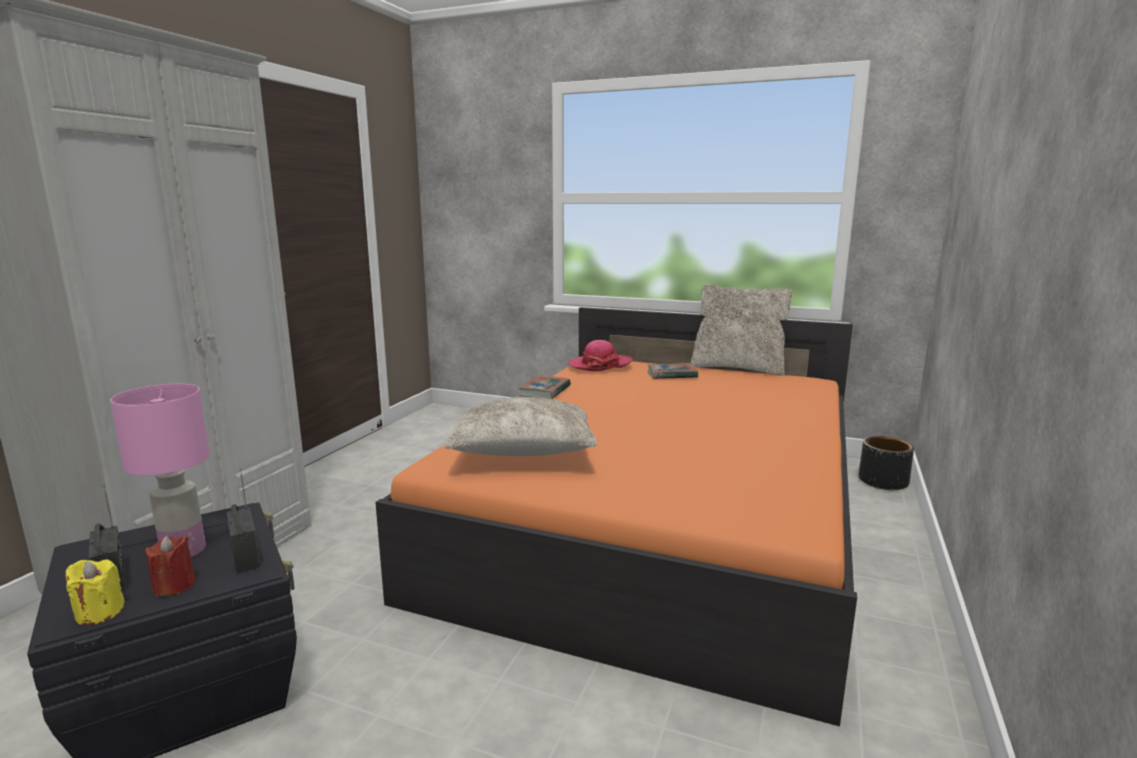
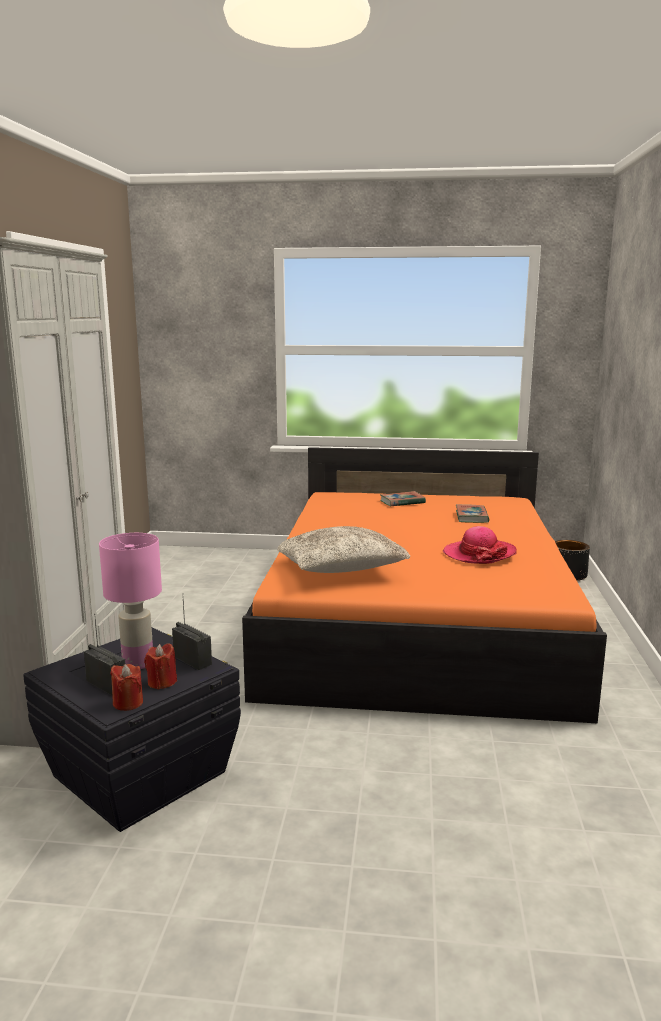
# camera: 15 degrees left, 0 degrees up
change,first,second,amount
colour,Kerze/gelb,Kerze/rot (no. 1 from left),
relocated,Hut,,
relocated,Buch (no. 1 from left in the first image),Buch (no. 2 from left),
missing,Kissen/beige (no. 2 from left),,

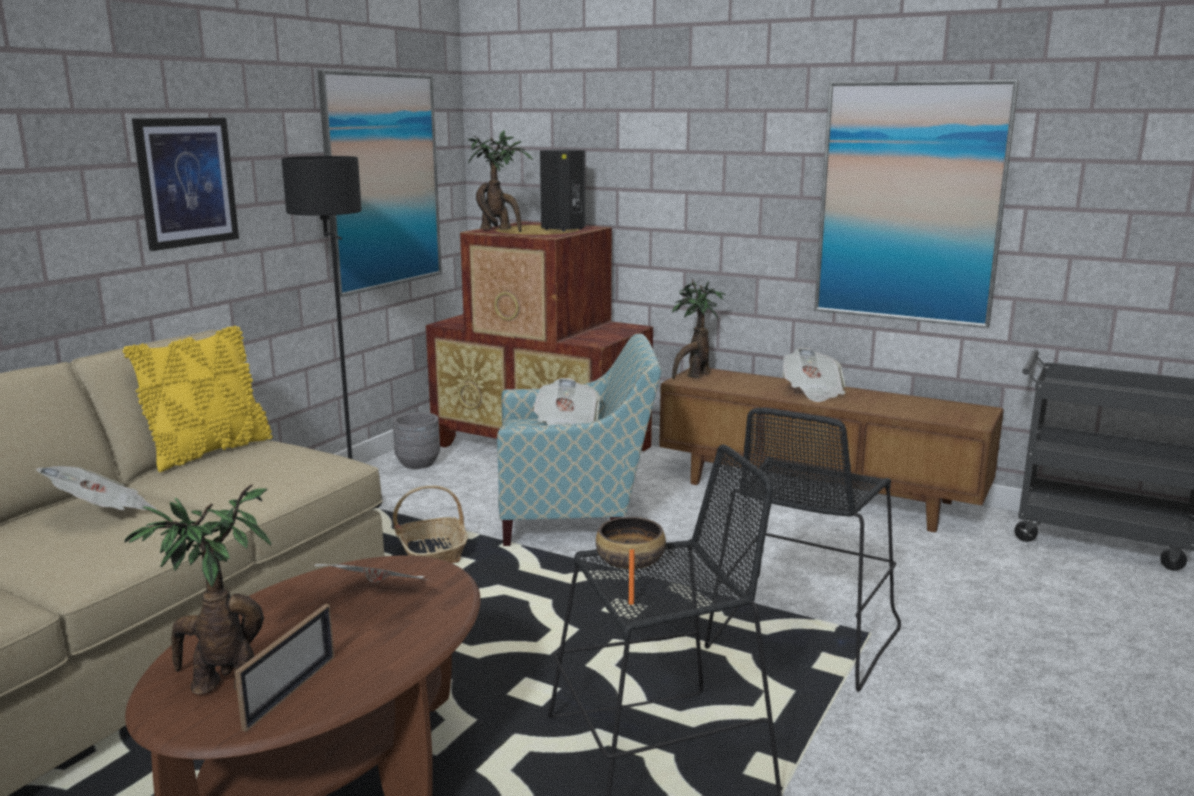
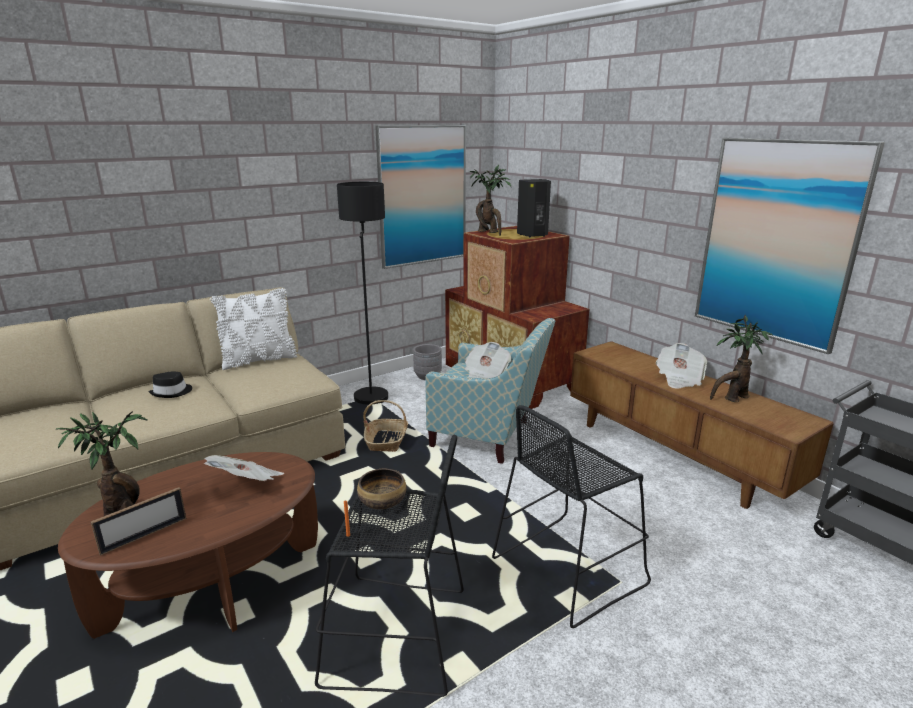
# camera: 25 degrees right, 5 degrees up
change,first,second,amount
exchanged,Zeitung (no. 1 from left),Hut/schwarz,
colour,Kissen/gelb,Kissen/weiß,
relocated,Topfpflanze (no. 3 from left),,
missing,Bild (no. 1 from left),,

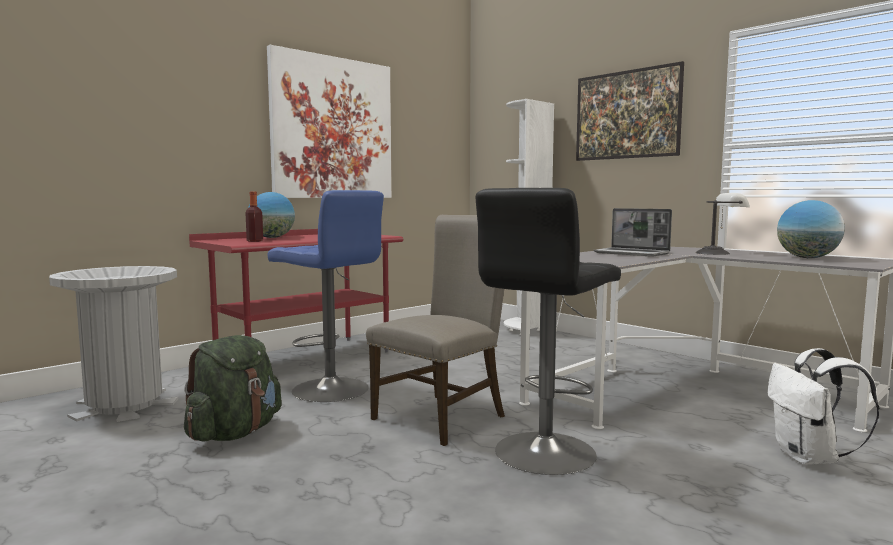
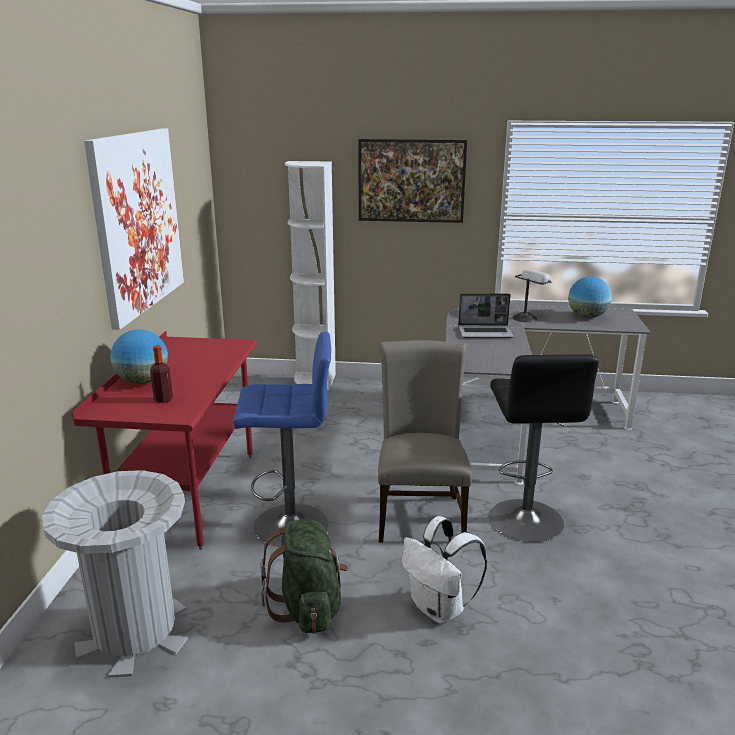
# camera: 40 degrees left, 15 degrees up
change,first,second,amount
relocated,Rucksack/weiß,,

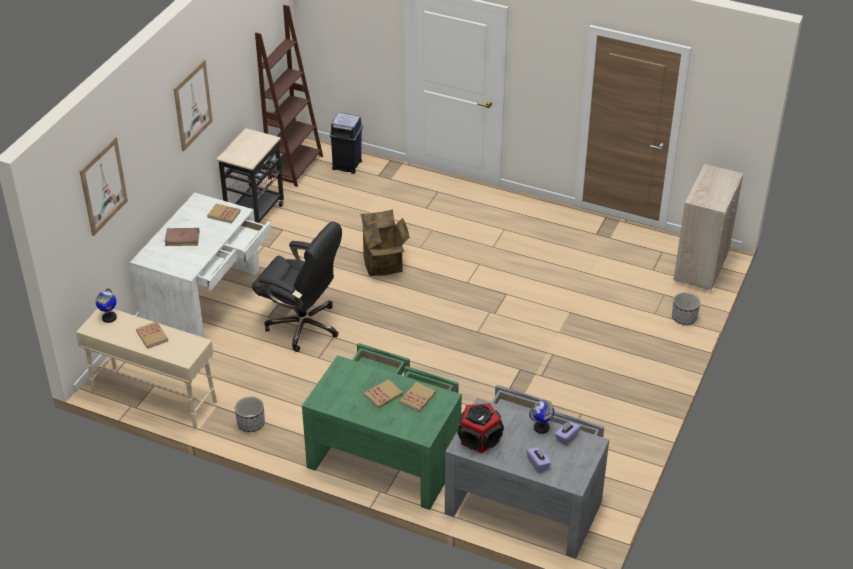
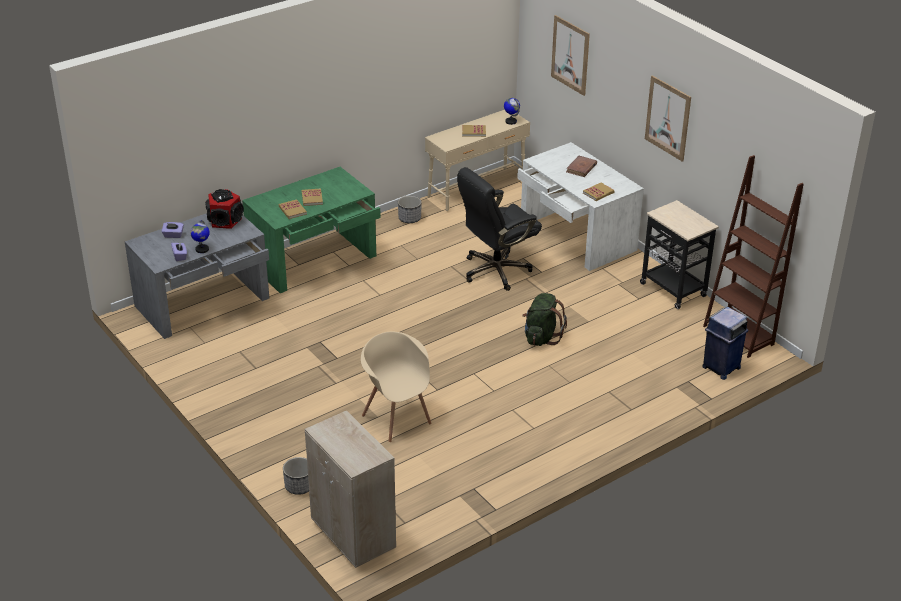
# camera: 120 degrees right, 5 degrees down
change,first,second,amount
appeared,,Stuhl/beige,
exchanged,Karton,Rucksack/grün,

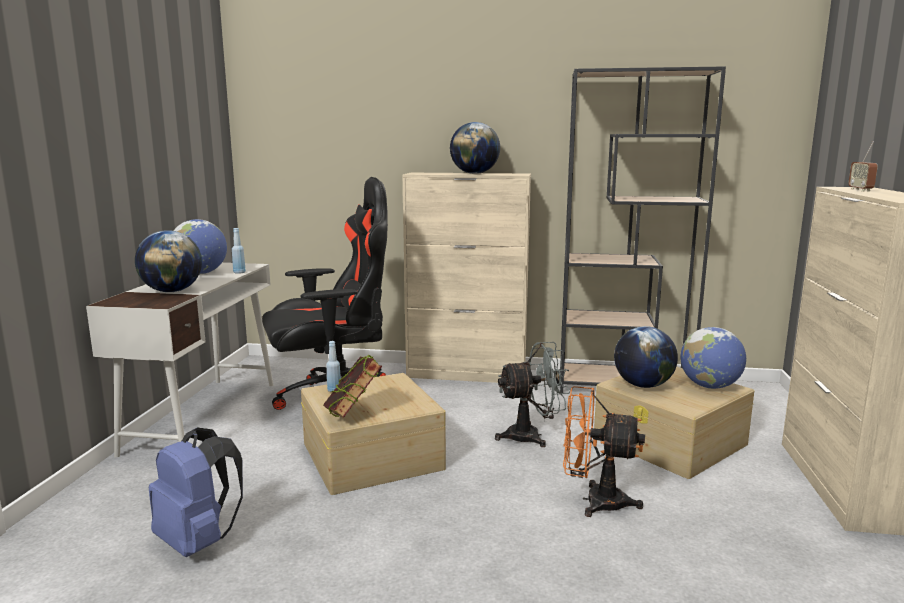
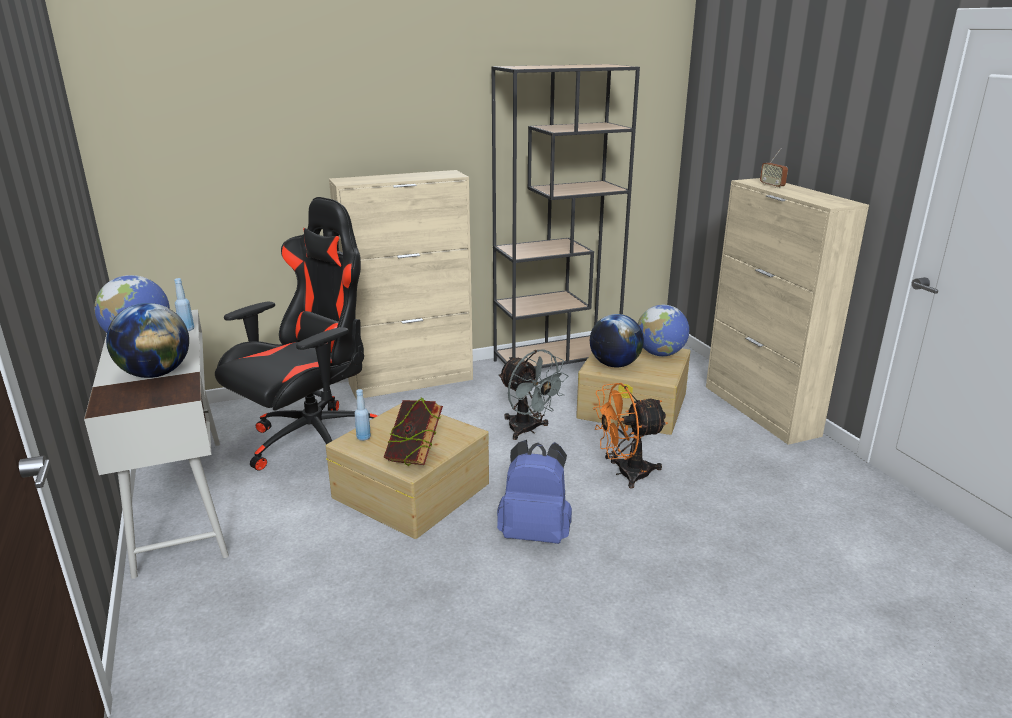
# camera: 30 degrees left, 10 degrees up
change,first,second,amount
relocated,Rucksack/blau,,
spun,Ventilator/grau,,90 degrees clockwise
missing,Globus (no. 3 from left),,

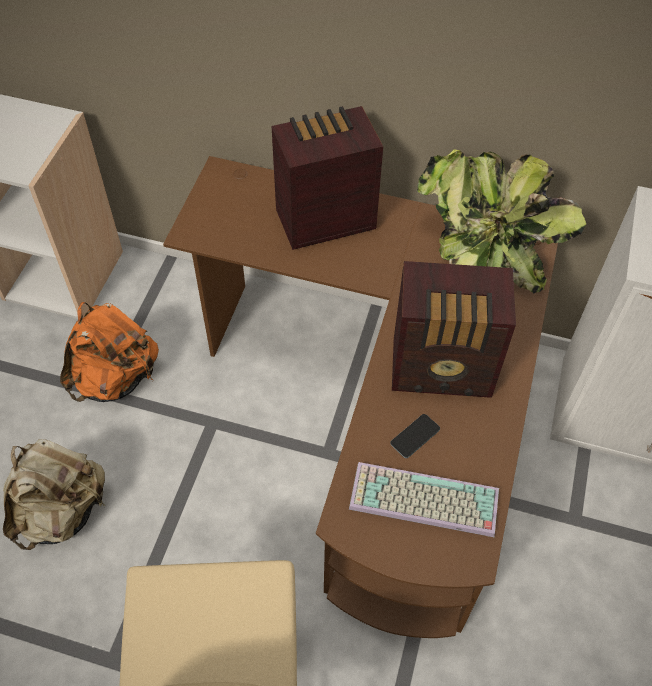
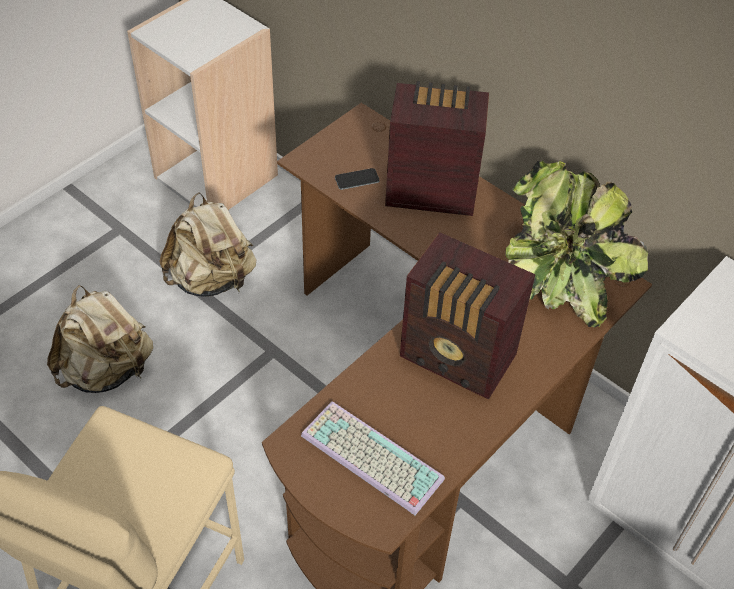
# camera: 25 degrees right, 5 degrees down
change,first,second,amount
colour,Rucksack/orange,Rucksack/beige (no. 2 from left),
relocated,Handy,,

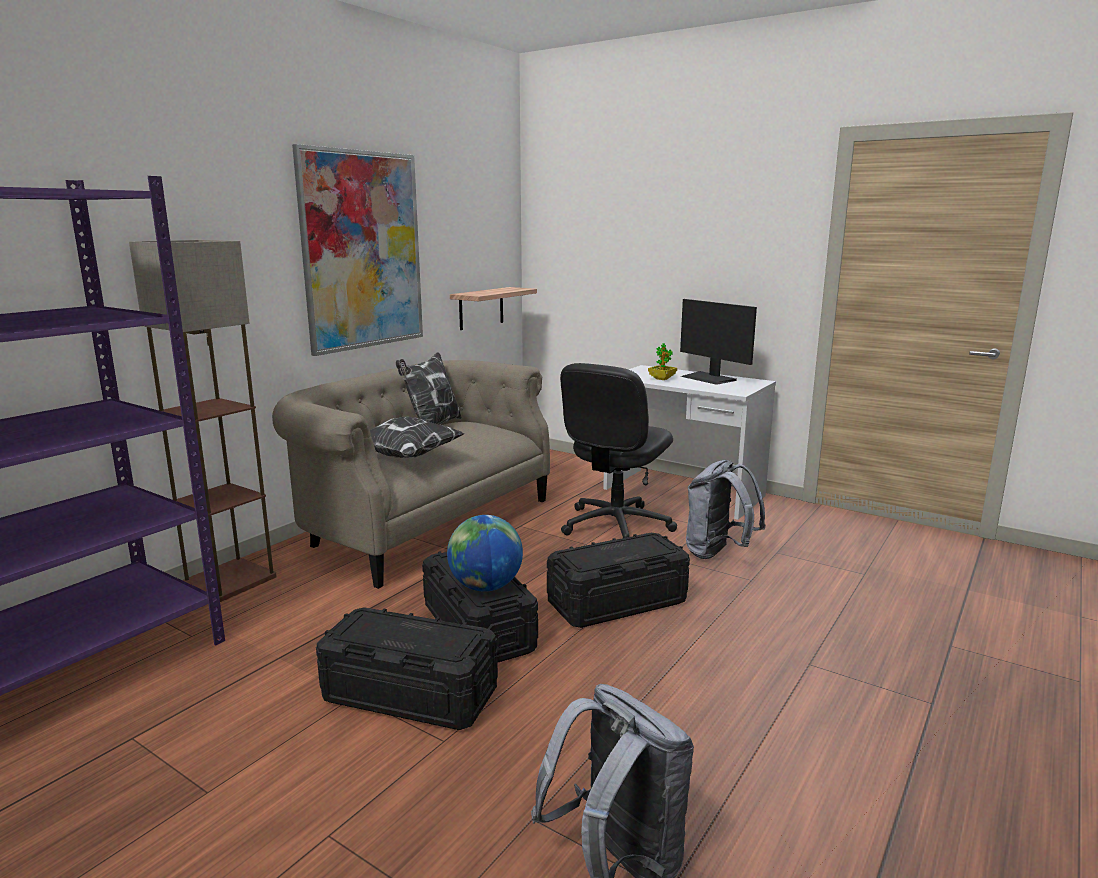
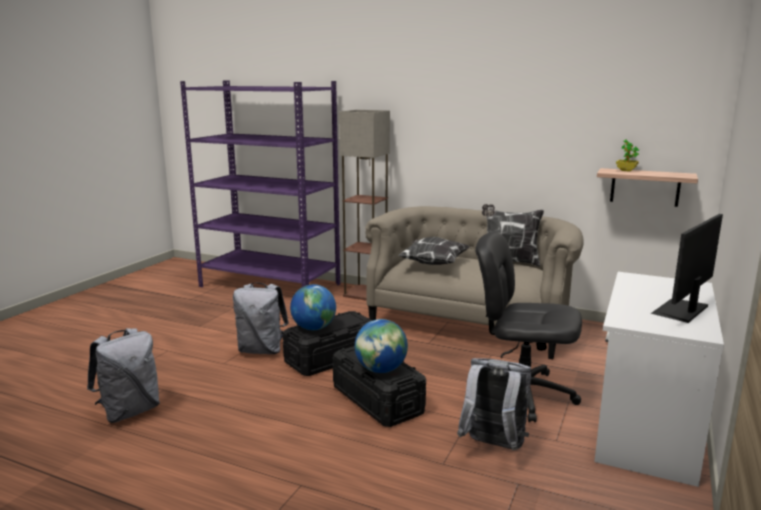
# camera: 80 degrees right, 0 degrees up
change,first,second,amount
exchanged,Aufbewahrungsbox/schwarz (no. 1 from left),Rucksack/grau (no. 2 from left),
appeared,,Globus (no. 2 from left),
relocated,Topfpflanze,,
missing,Bild,,

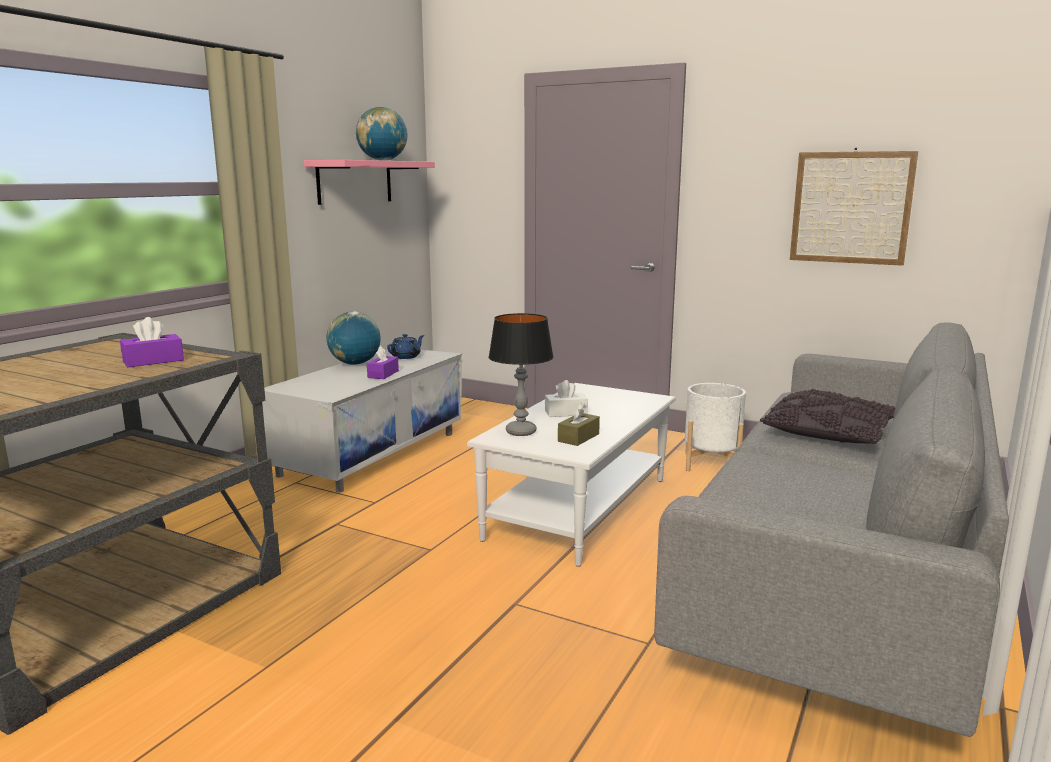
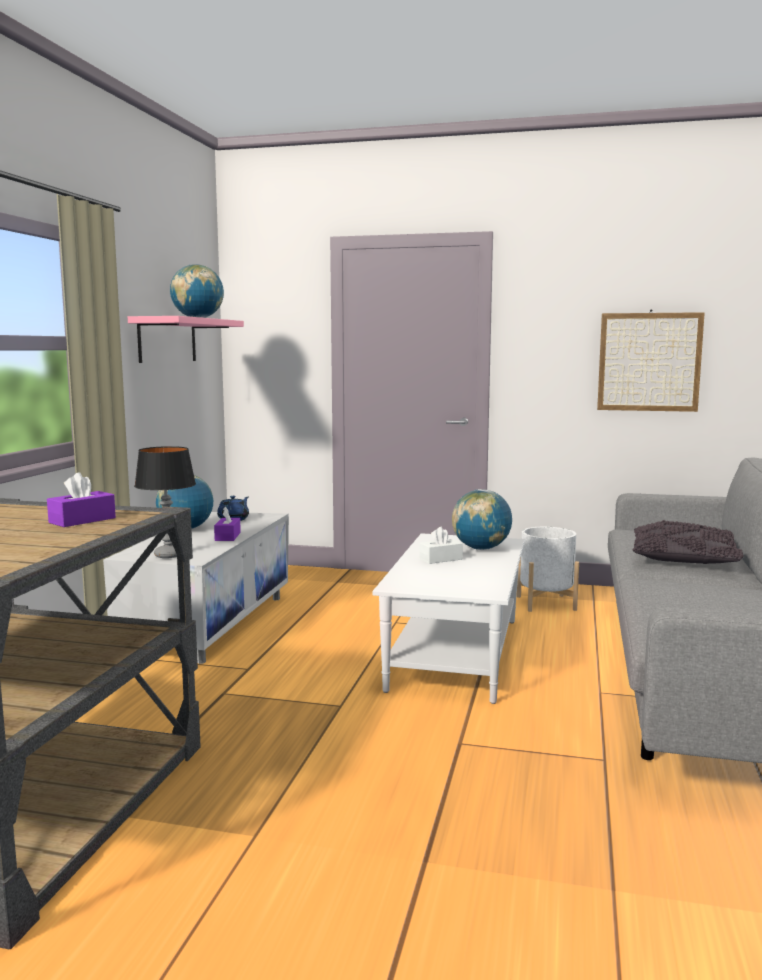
# camera: 15 degrees left, 5 degrees down
change,first,second,amount
relocated,Tischlampe,,
appeared,,Globus (no. 3 from left),
missing,Taschentuchbox/braun,,

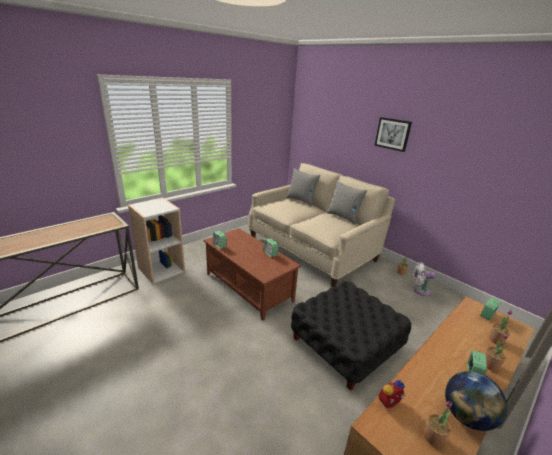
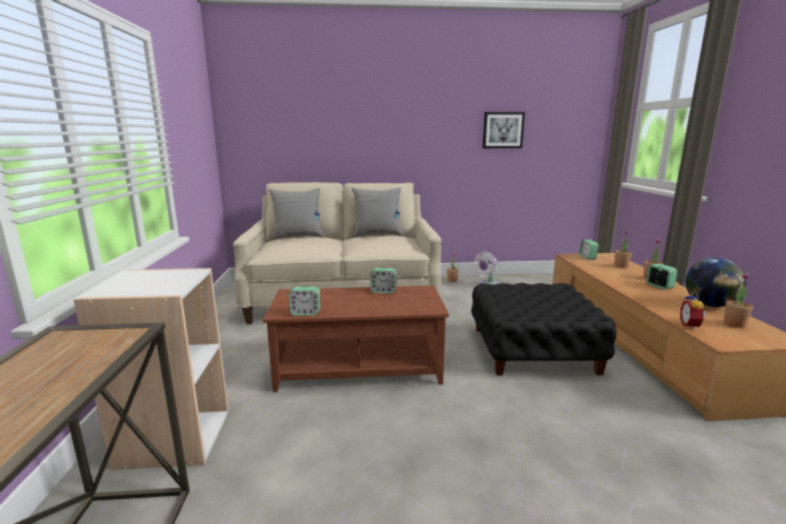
# camera: 50 degrees left, 10 degrees down
change,first,second,amount
relocated,Bild,,

